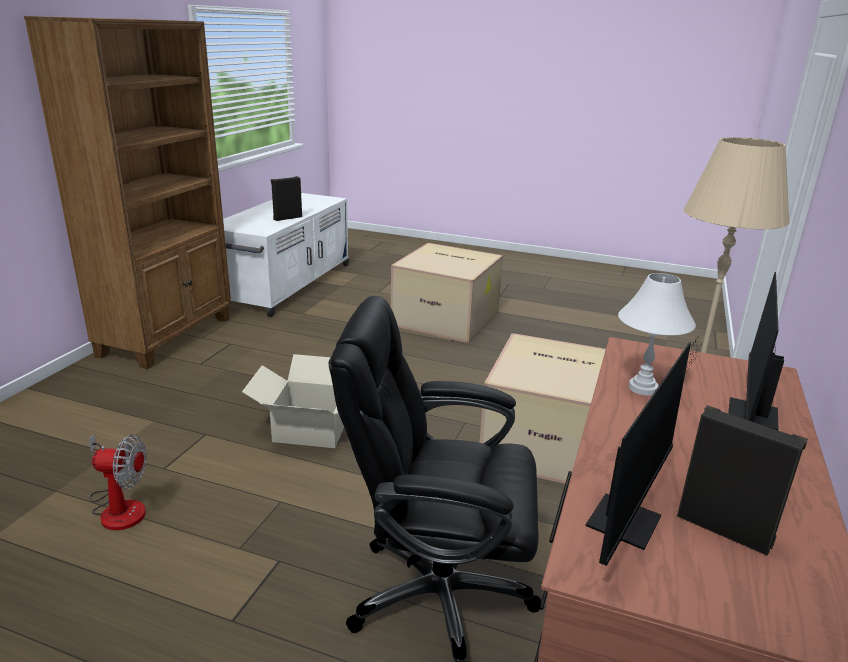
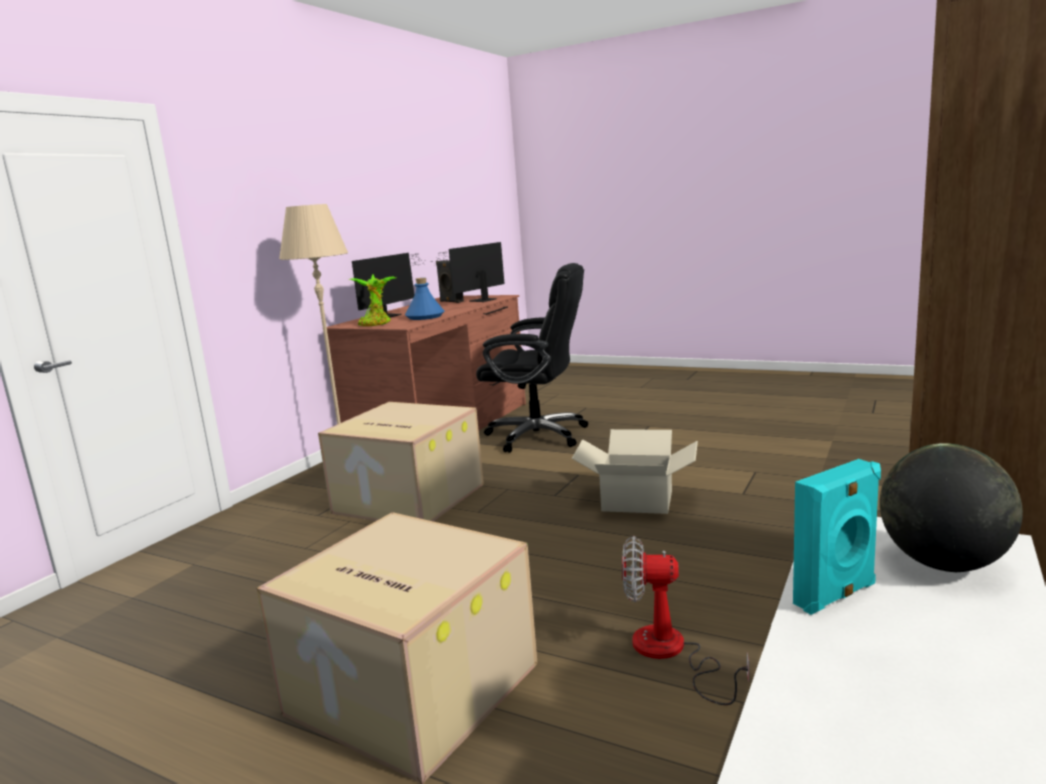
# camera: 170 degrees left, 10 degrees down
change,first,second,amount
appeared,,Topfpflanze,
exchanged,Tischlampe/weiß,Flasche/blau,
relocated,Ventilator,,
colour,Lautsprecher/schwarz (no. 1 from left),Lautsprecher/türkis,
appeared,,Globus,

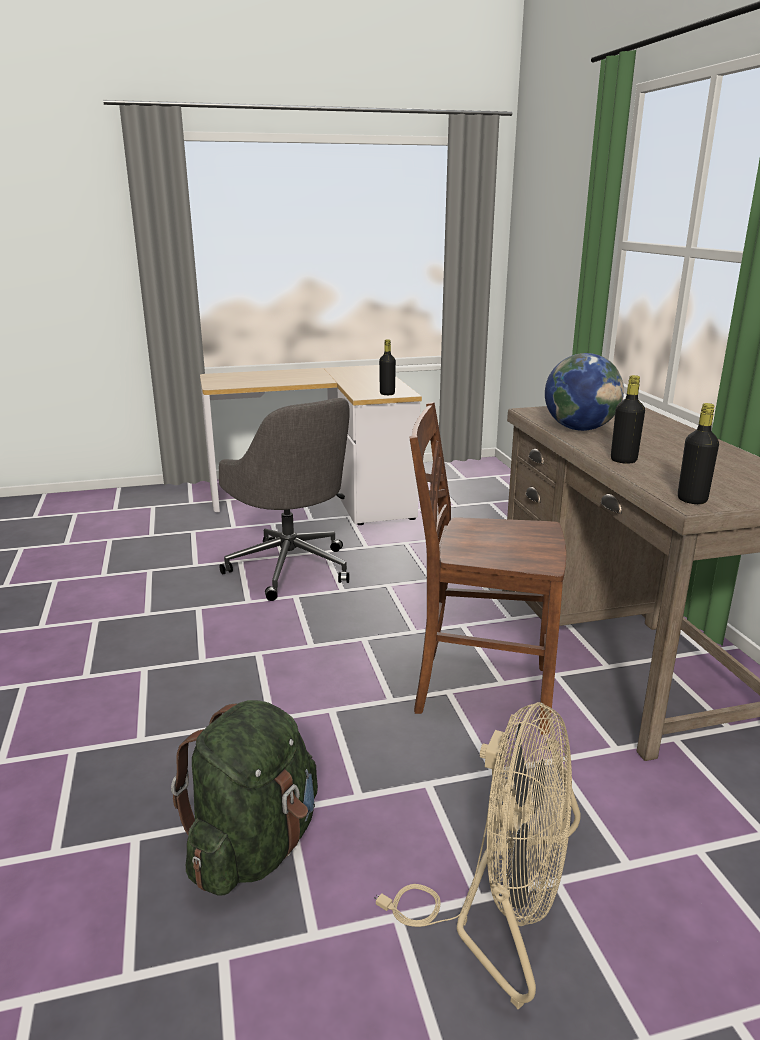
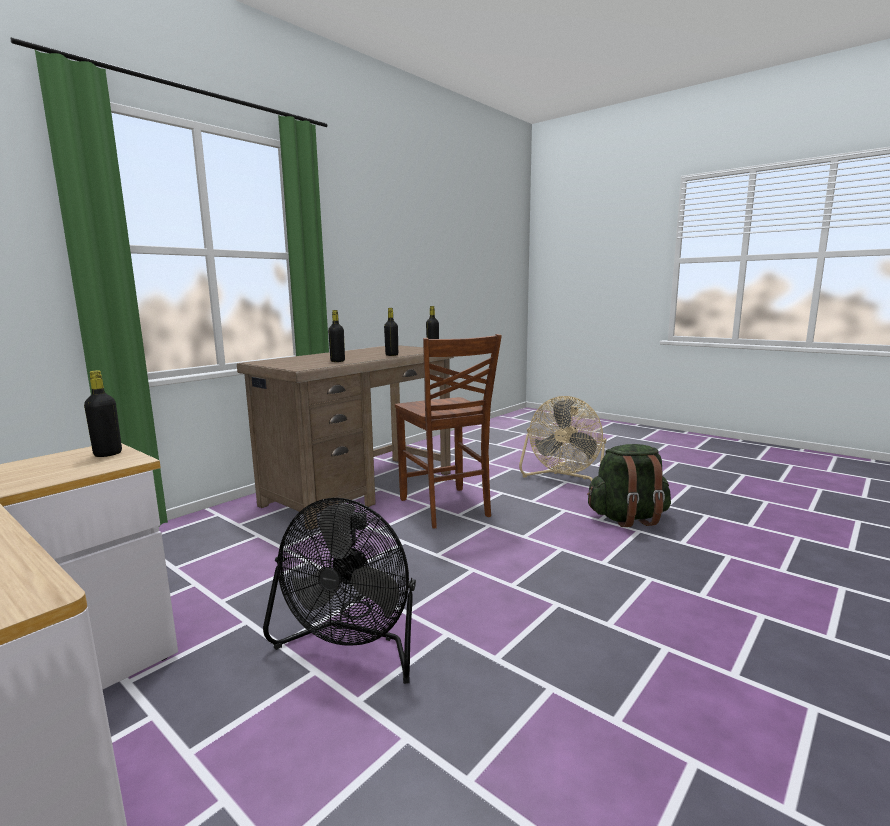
# camera: 125 degrees left, 10 degrees down
change,first,second,amount
exchanged,Bürostuhl/grau,Ventilator/schwarz,
exchanged,Globus,Flasche/schwarz (no. 2 from left),
spun,Ventilator/beige,,135 degrees counterclockwise

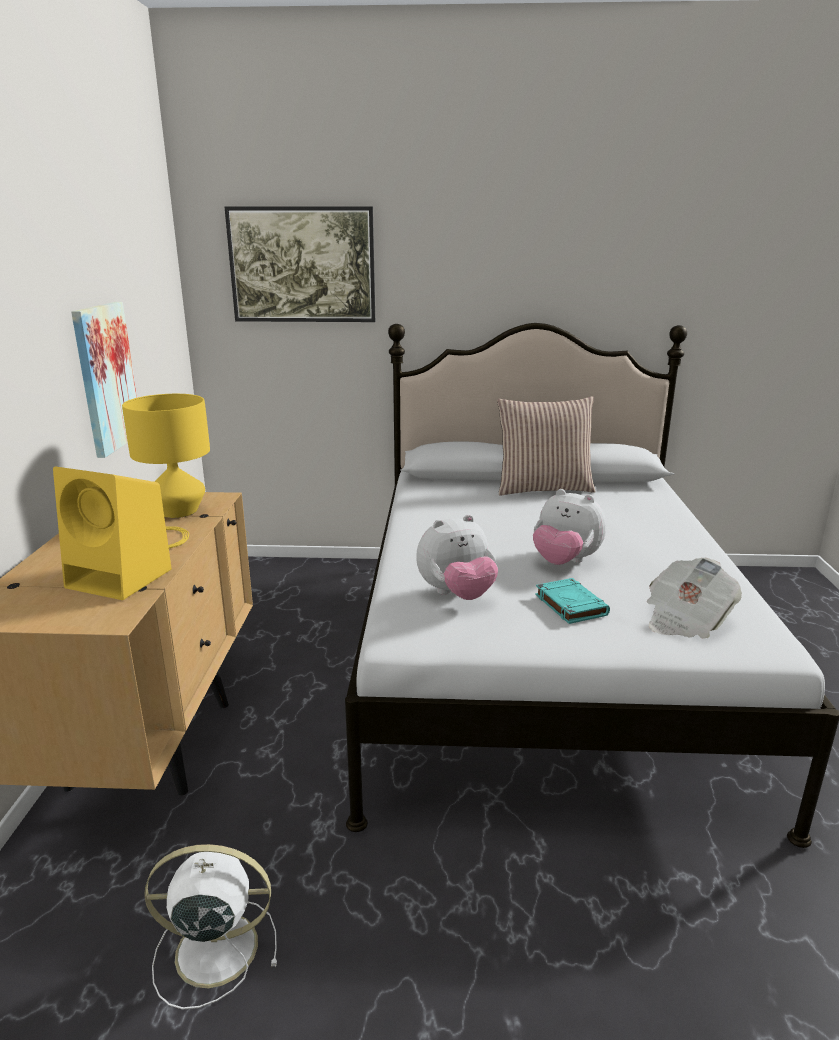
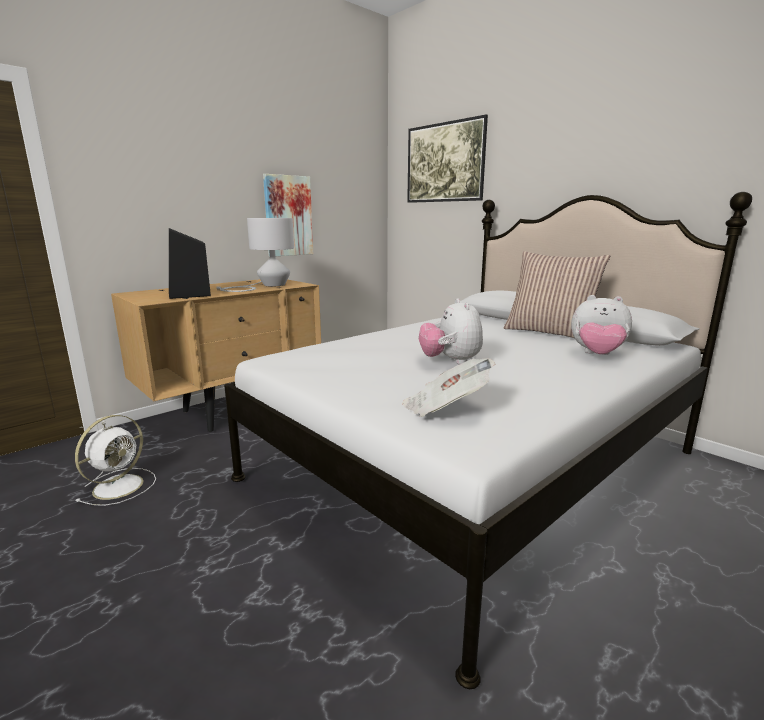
# camera: 45 degrees right, 5 degrees down
change,first,second,amount
spun,Ventilator/weiß,,75 degrees clockwise
colour,Lautsprecher/gelb,Lautsprecher/schwarz,
colour,Tischlampe/gelb,Tischlampe/grau,
relocated,Plüschtier (no. 1 from left in the first image),Plüschtier (no. 2 from left),
missing,Buch/türkis,,

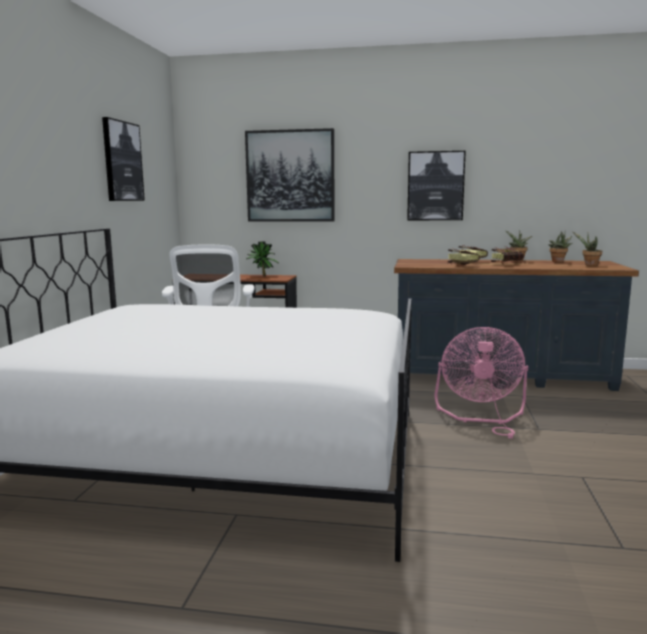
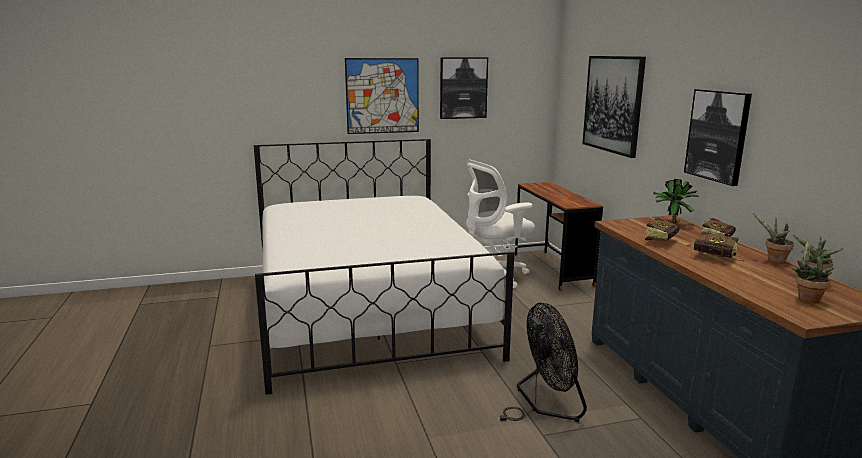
# camera: 65 degrees right, 5 degrees up
change,first,second,amount
appeared,,Bild (no. 1 from left),
colour,Ventilator/rosa,Ventilator/schwarz,
relocated,Topfpflanze (no. 1 from left),,

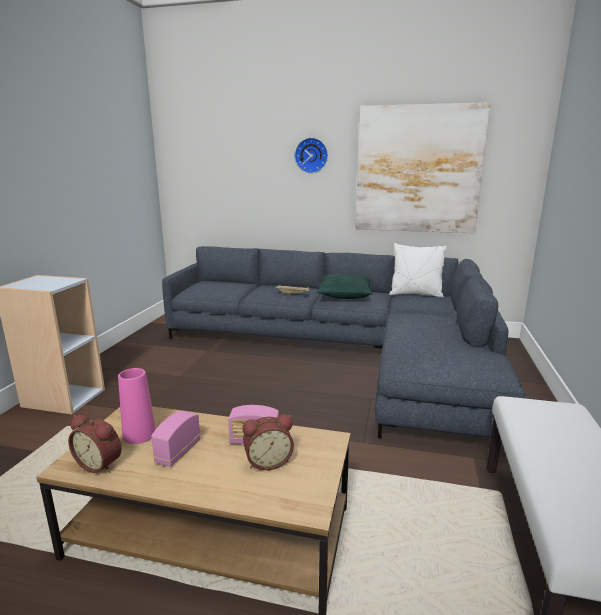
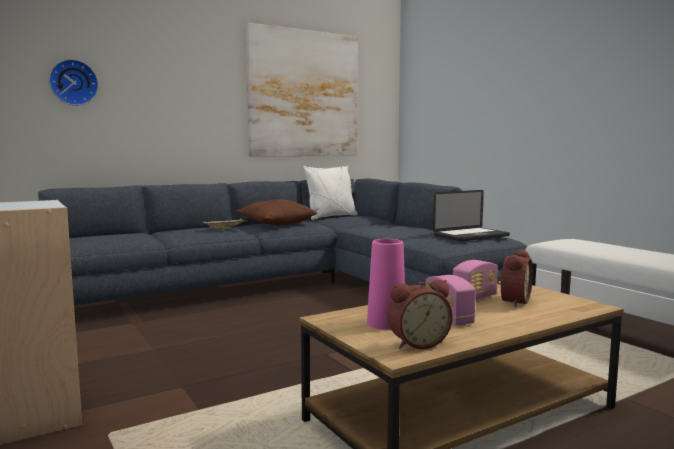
# camera: 45 degrees left, 10 degrees down
change,first,second,amount
relocated,Wanduhr,,
colour,Kissen/grün,Kissen/braun,
appeared,,Laptop,

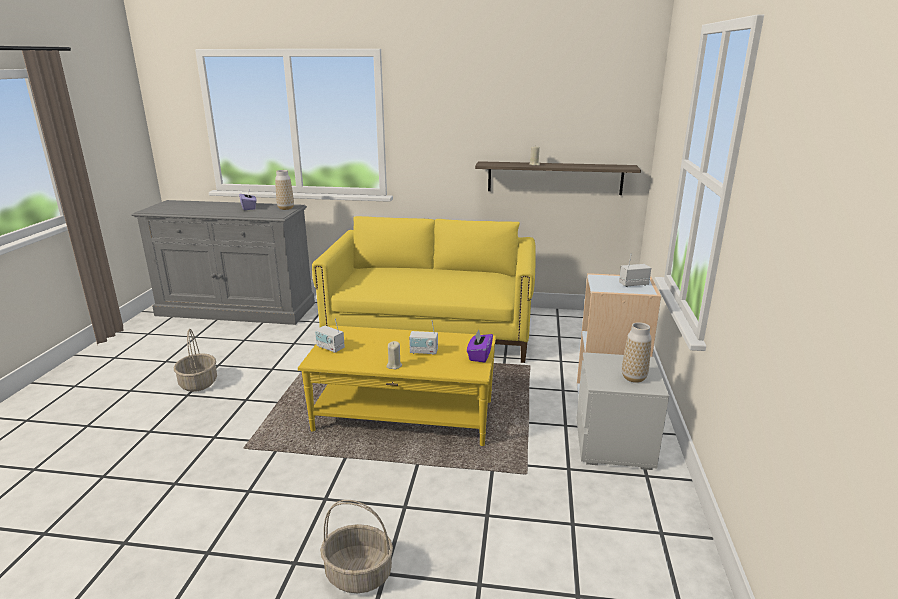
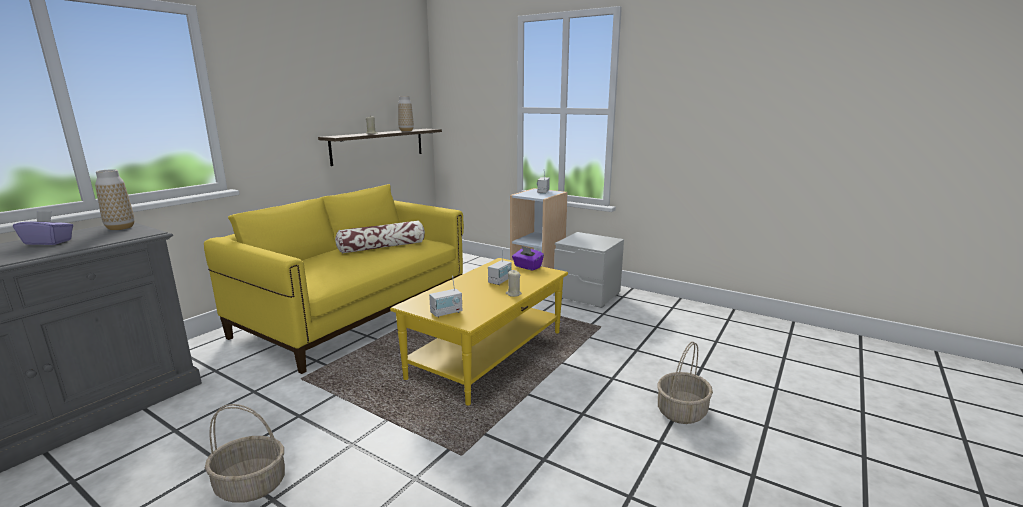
# camera: 65 degrees left, 5 degrees down
change,first,second,amount
appeared,,Kissen,
relocated,Vase (no. 2 from left),,

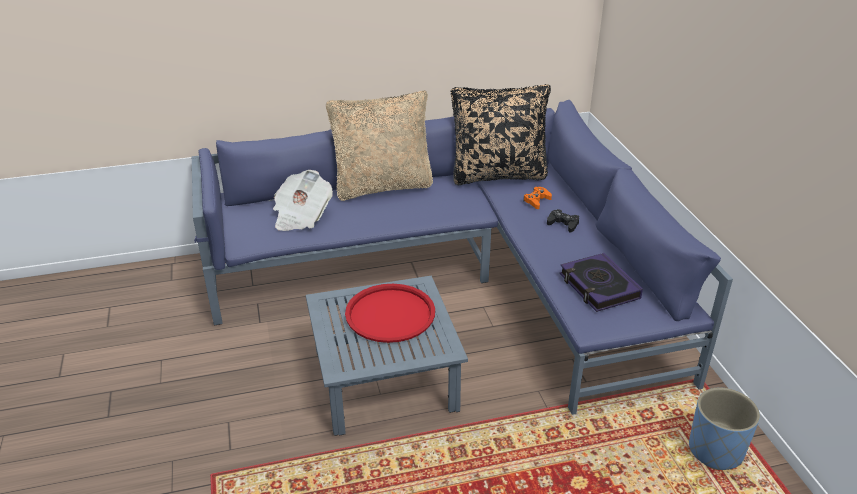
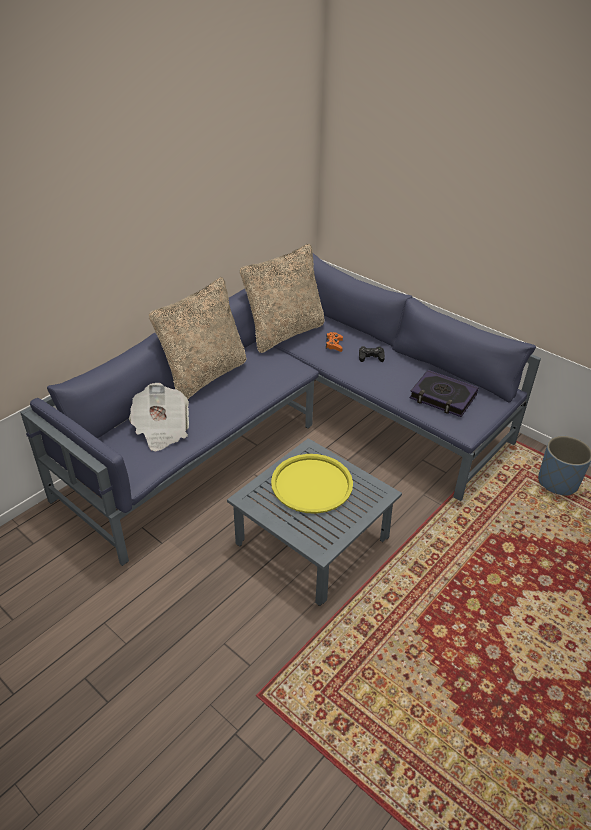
# camera: 35 degrees left, 5 degrees up
change,first,second,amount
colour,Kissen/schwarz,Kissen/beige (no. 2 from left),
colour,Tablett/rot,Tablett/gelb,

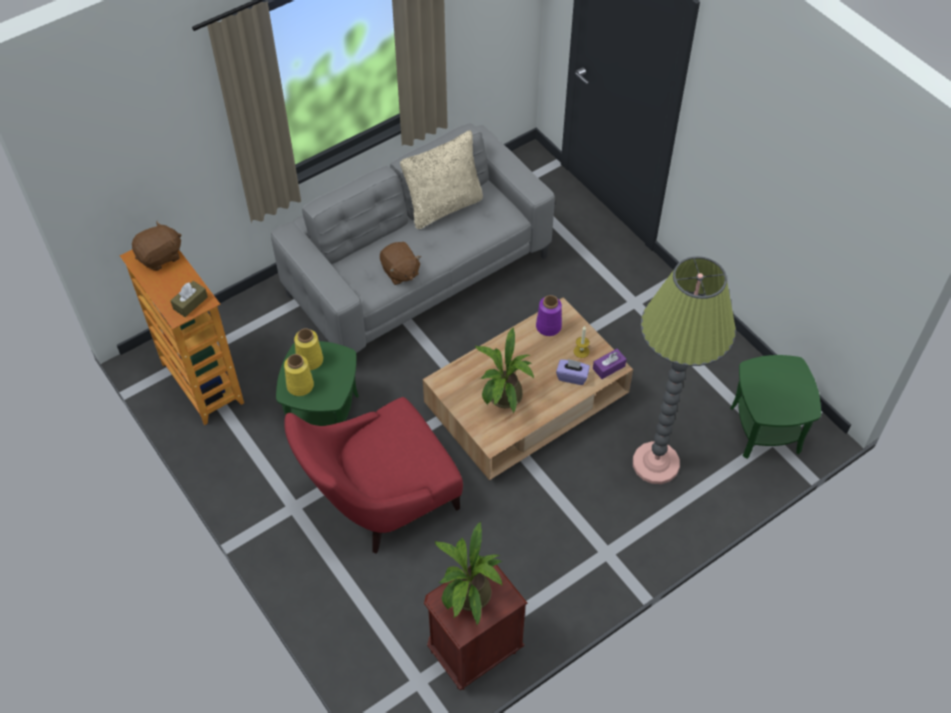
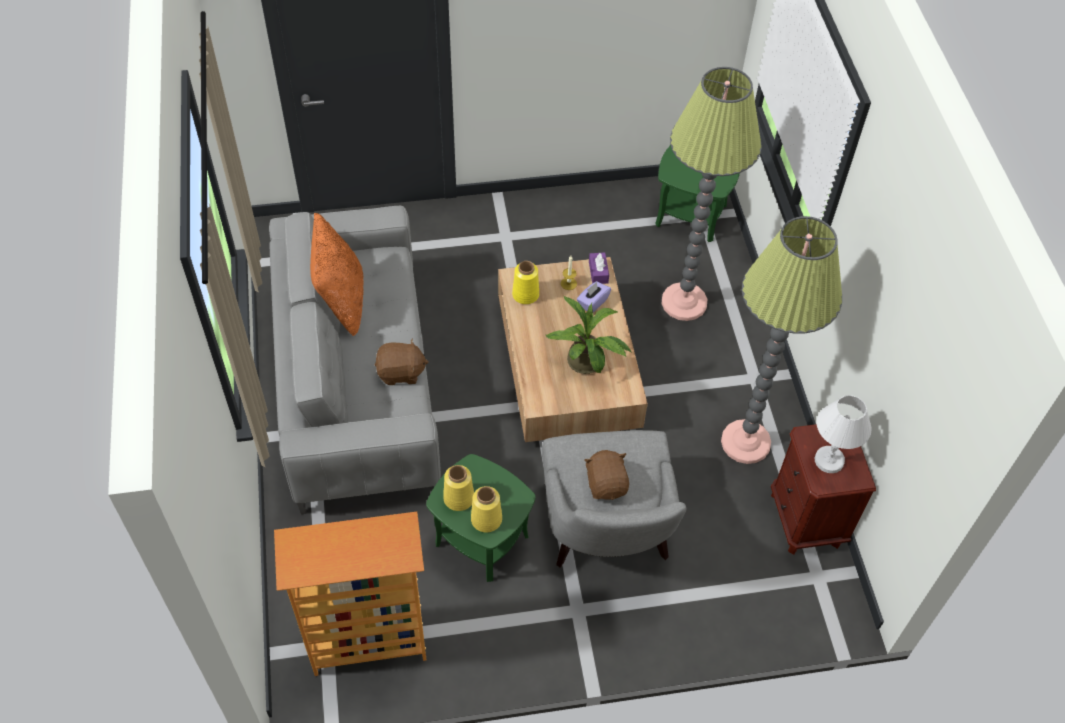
# camera: 65 degrees left, 0 degrees up
change,first,second,amount
colour,Kissen/beige,Kissen/orange,
colour,Vase/lila,Vase/gelb (no. 3 from left),
colour,Sessel/rot,Sessel/grau,
relocated,Plüschtier/braun (no. 1 from left in the first image),Plüschtier/braun (no. 2 from left),
appeared,,Stehlampe (no. 2 from left),
exchanged,Topfpflanze (no. 1 from left),Tischlampe/weiß,
missing,Taschentuchbox/braun,,

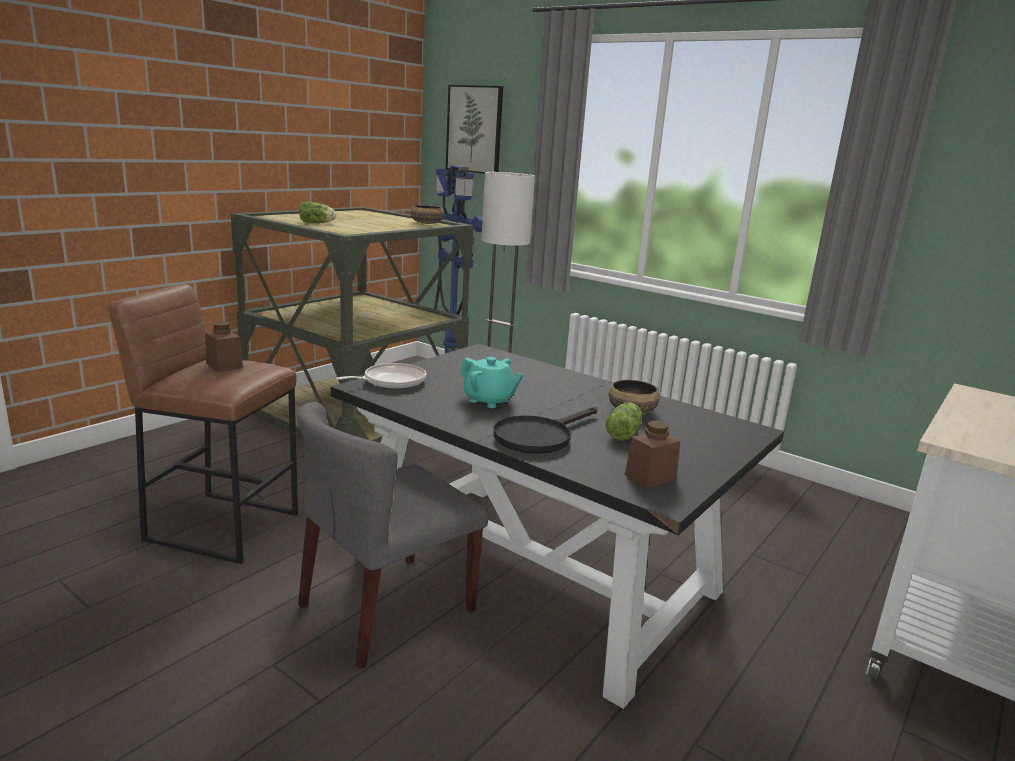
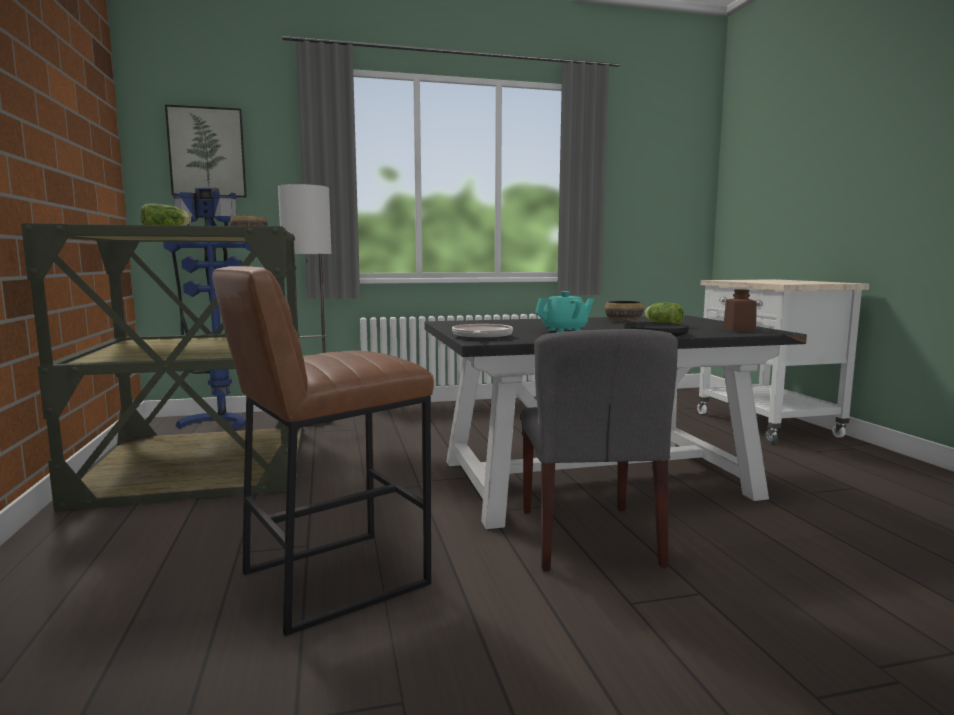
# camera: 50 degrees left, 10 degrees down
change,first,second,amount
missing,Vorratsglas/braun (no. 1 from left),,

